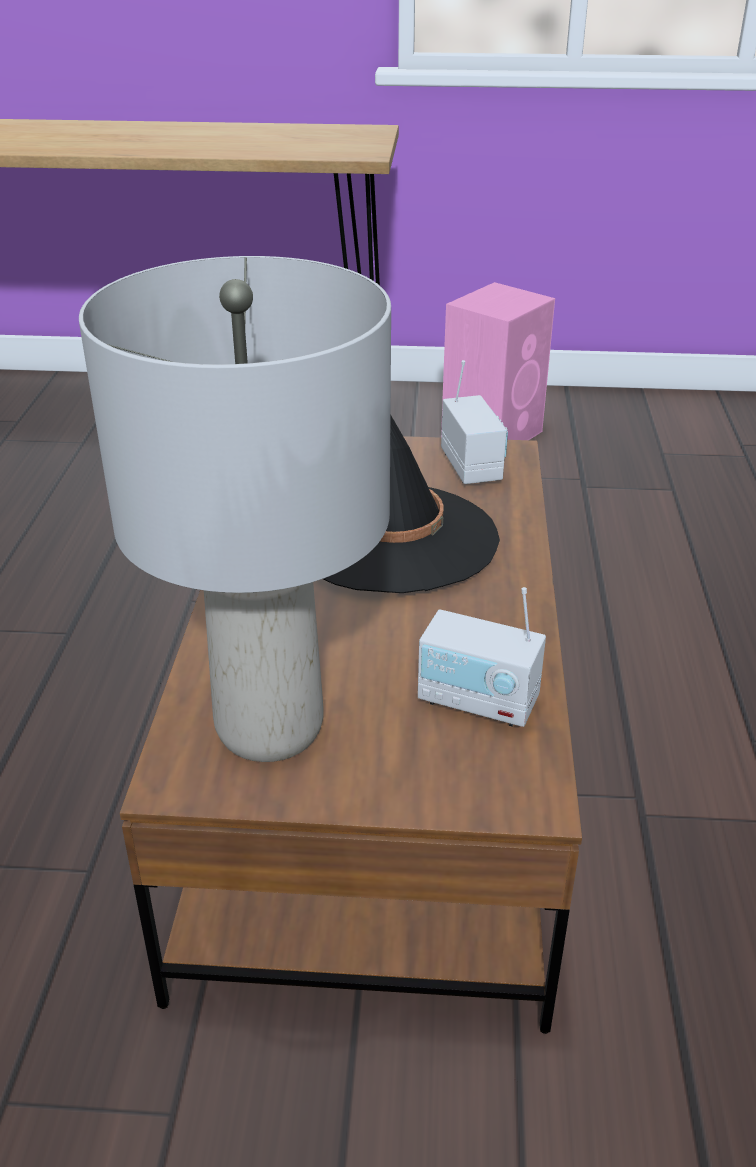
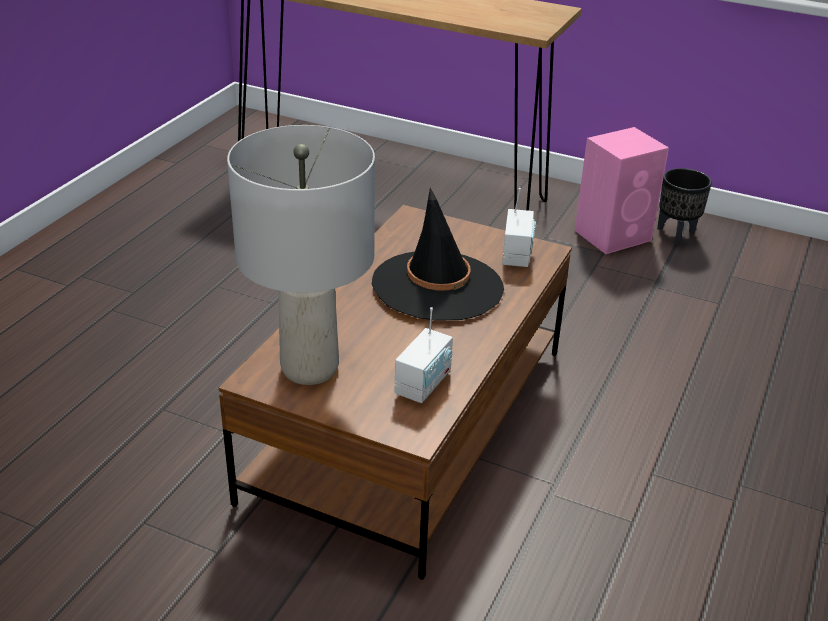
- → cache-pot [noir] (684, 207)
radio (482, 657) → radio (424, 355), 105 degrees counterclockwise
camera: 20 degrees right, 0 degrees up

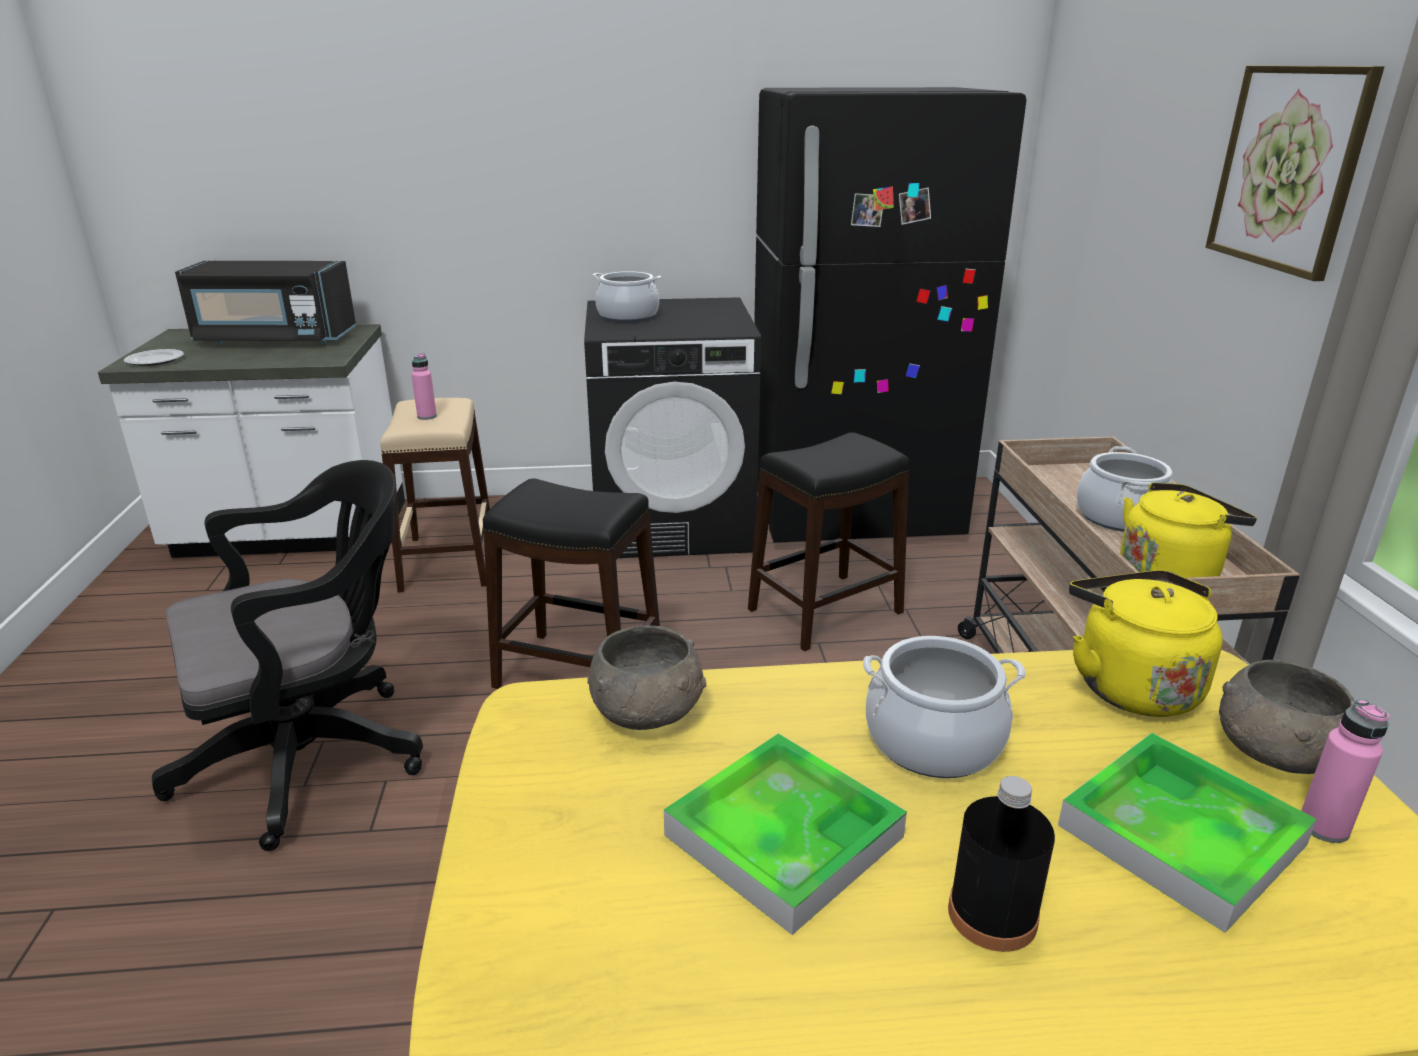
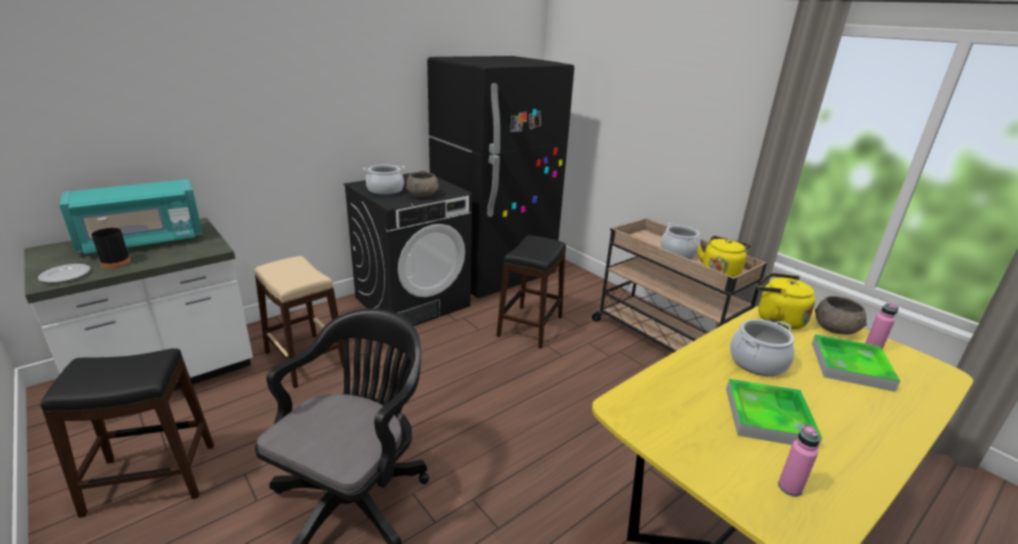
tableau (1295, 173) → -
bouteille [rose] (424, 386) → bouteille [rose] (799, 460), moved
tabouret [noir] (571, 584) → tabouret [noir] (127, 433), moved
bol [gris] (646, 677) → bol [gris] (422, 185), moved
bouteille [noir] (1001, 864) → bouteille [noir] (111, 242), moved
micro-ondes [noir] (265, 302) → micro-ondes [turquoise] (131, 216)
camera: 35 degrees left, 0 degrees up

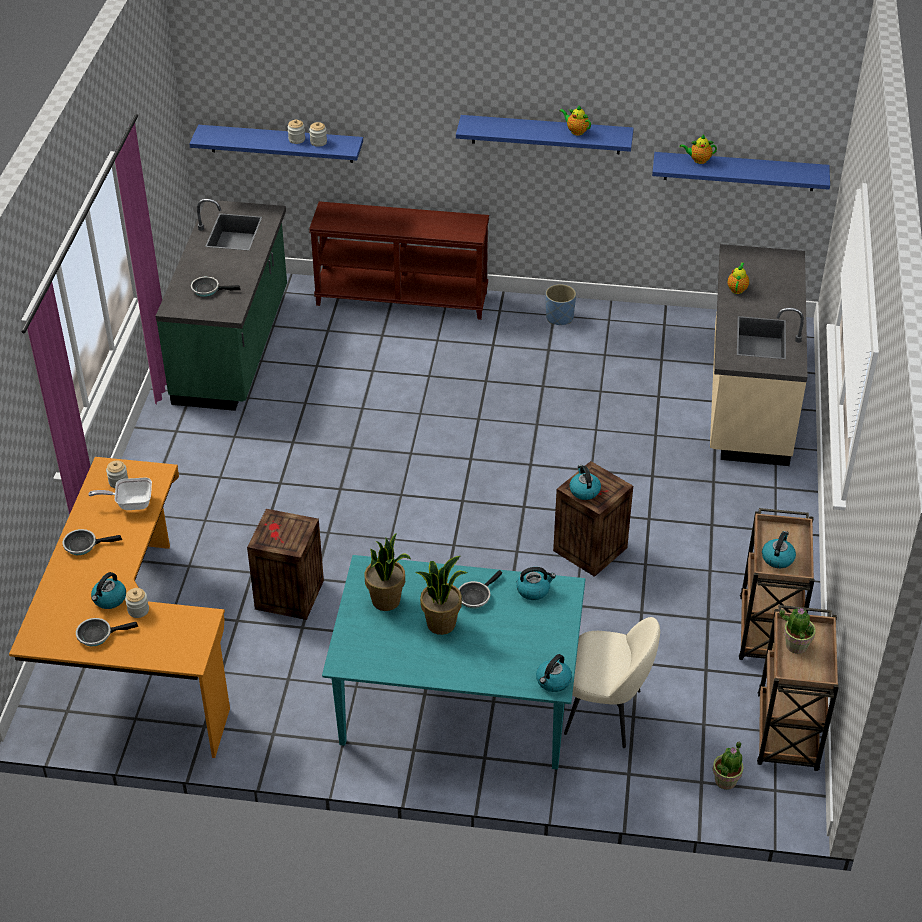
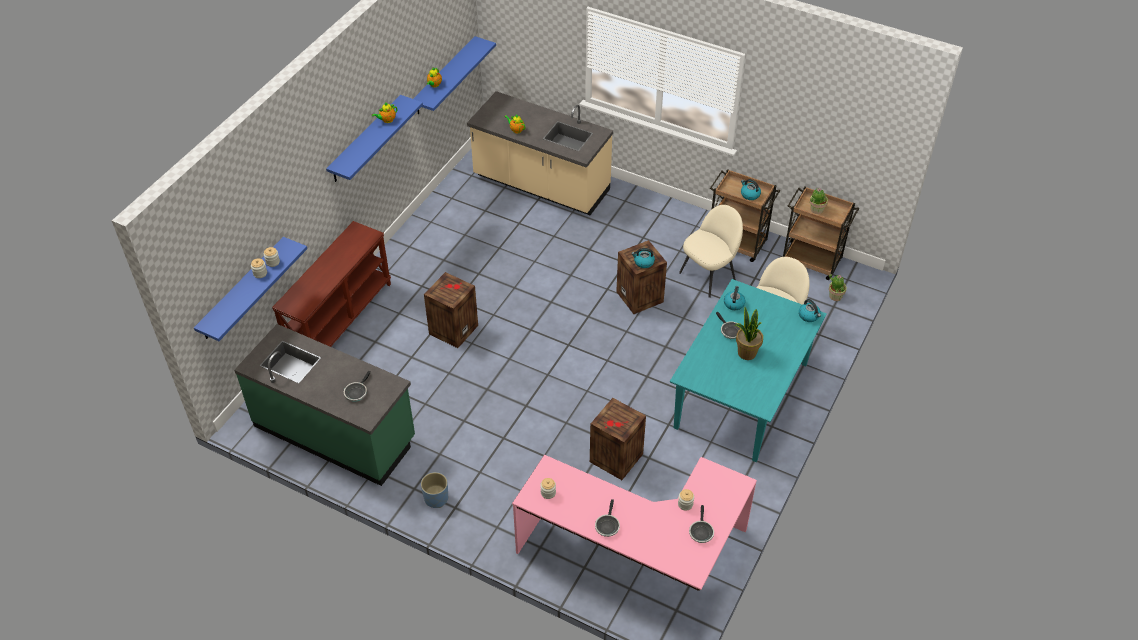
poêle (120, 494) → -
bouilloire (108, 590) → -
plante en pot (388, 572) → -
- → caisse (451, 310)
- → chaise [beige] (711, 251)
cache-pot [bleu] (561, 304) → cache-pot [bleu] (434, 490), moved
bureau [orange] (119, 607) → bureau [rose] (634, 523)
camera: 70 degrees left, 5 degrees up

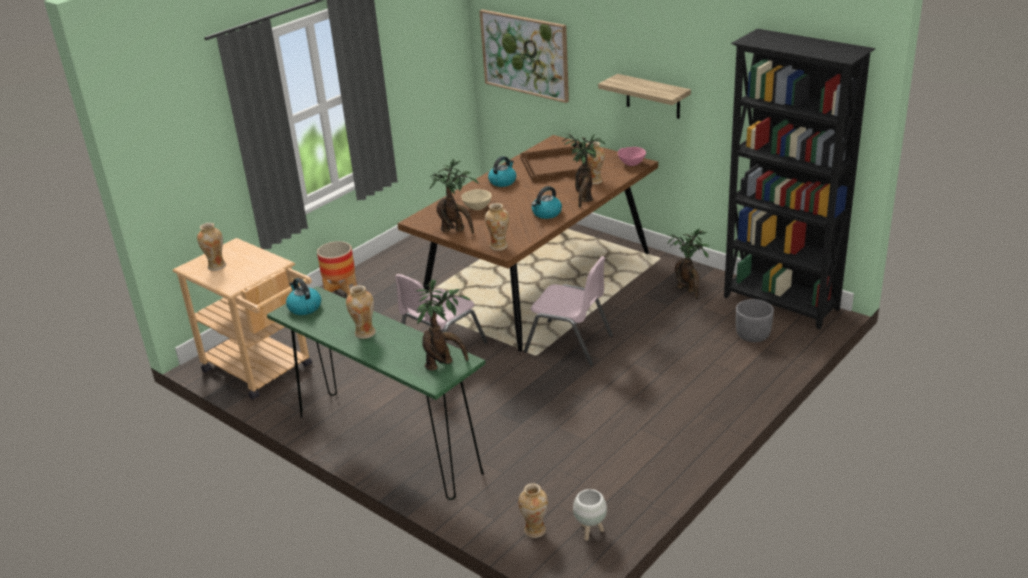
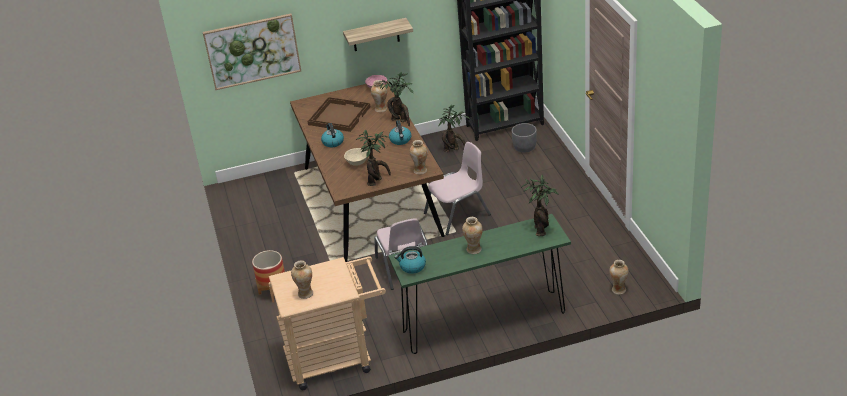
cache-pot [blanc] (590, 515) → -
camera: 55 degrees left, 5 degrees up

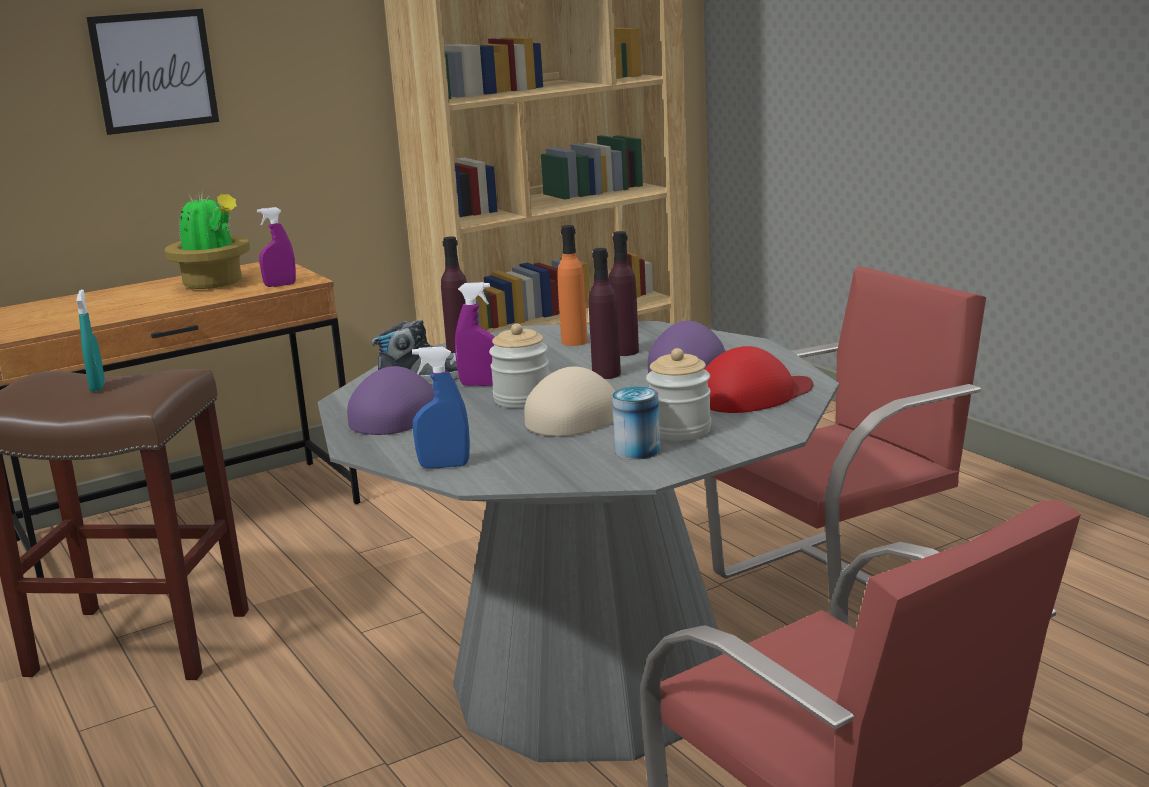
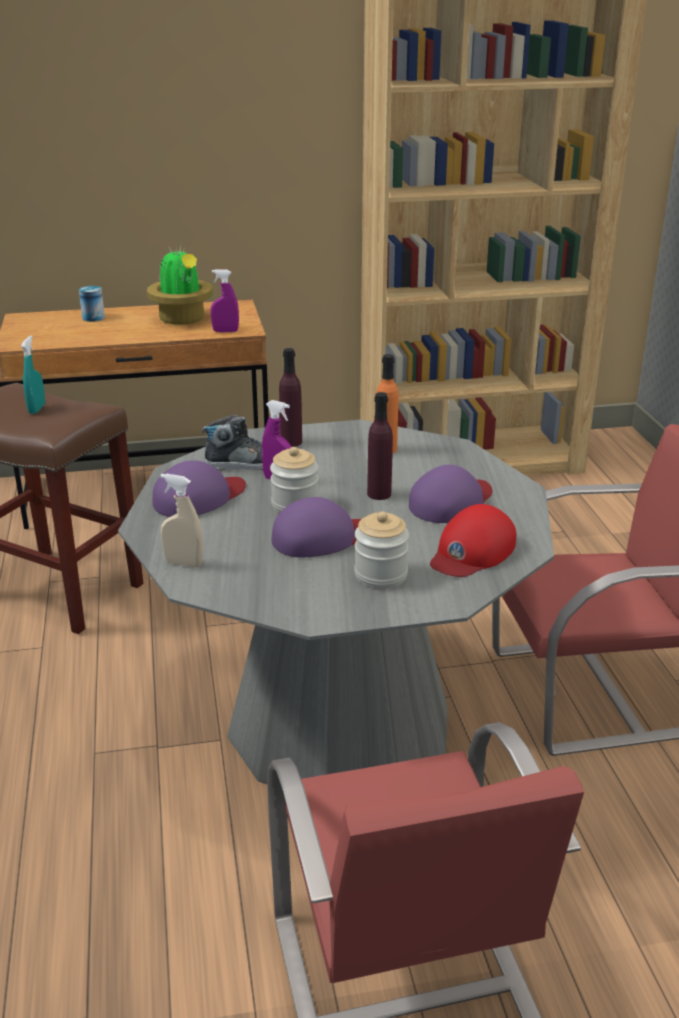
tableau (152, 72) → -
bouteille [violet] (624, 293) → -
boîte métallique (636, 423) → boîte métallique (92, 304), moved
vaporisateur [bleu] (441, 407) → vaporisateur [beige] (181, 520)
casquette [beige] (570, 401) → casquette [violet] (316, 527)
casquette [rouge] (759, 379) → casquette [rouge] (473, 540), 135 degrees clockwise
camera: 20 degrees right, 10 degrees up

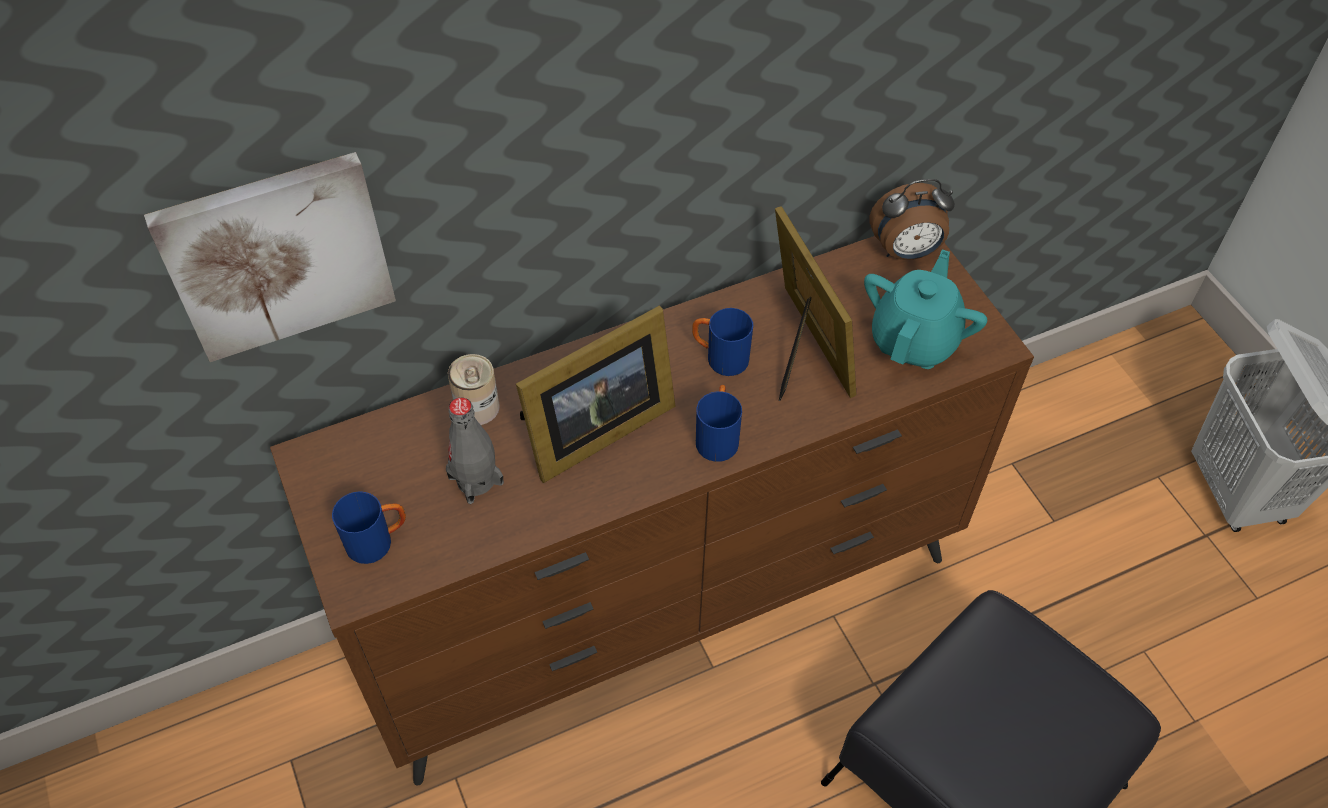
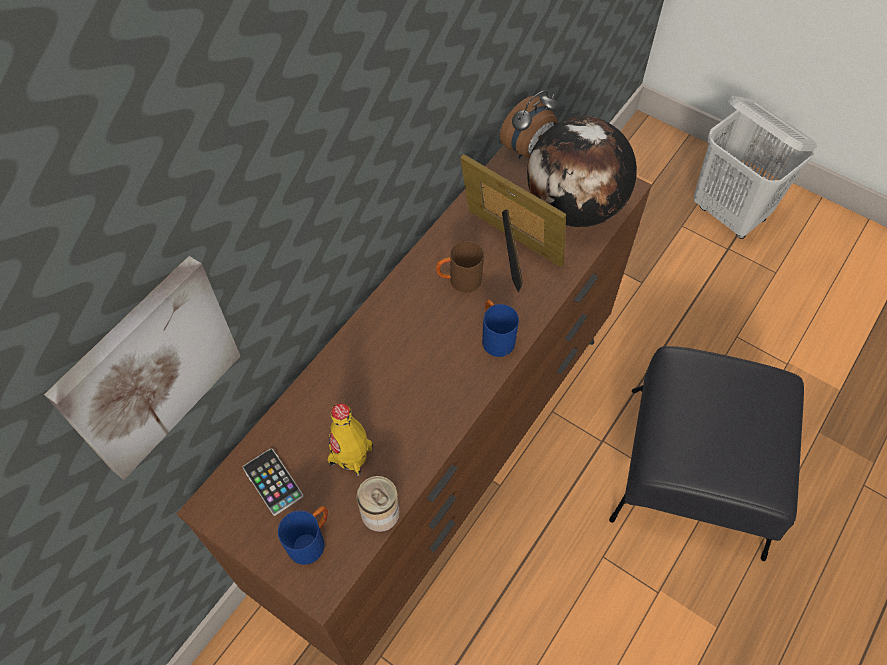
cadre photo (596, 394) → -
- → téléphone (273, 482)
boîte métallique (474, 389) → boîte métallique (378, 504), moved
théière [turquoise] (925, 309) → globe (582, 171)
bouteille [gris] (475, 451) → bouteille [jaune] (350, 439)
mug [bleu] (722, 342) → mug [marron] (460, 267)
camera: 30 degrees left, 5 degrees up

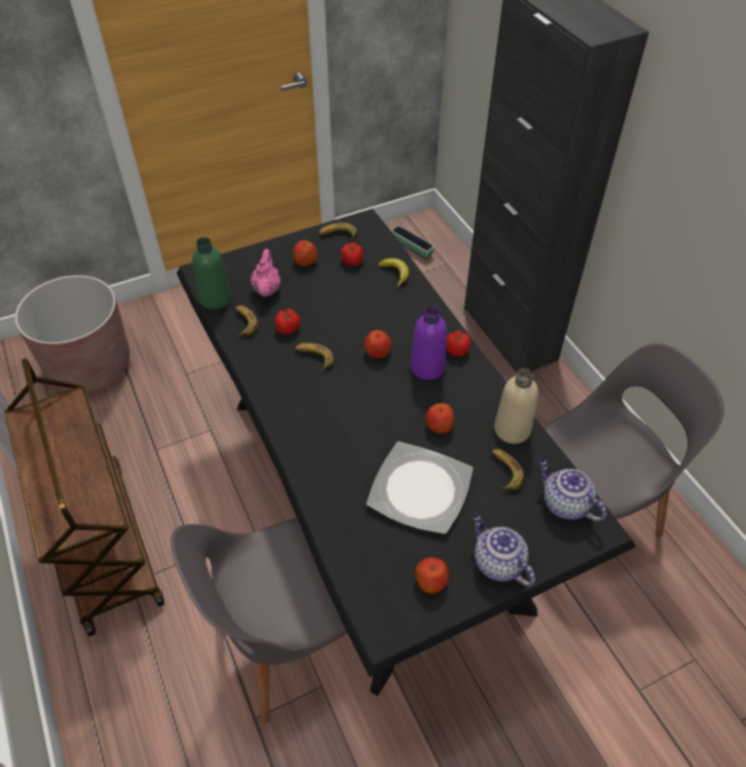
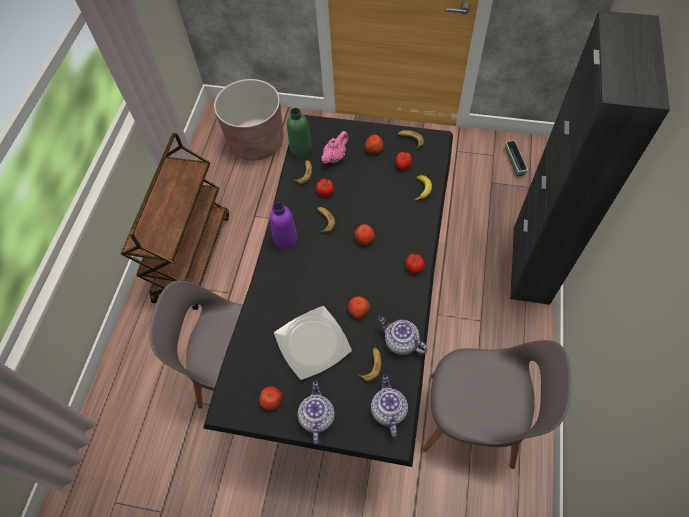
bouteille [violet] (429, 343) → bouteille [violet] (283, 225), moved
bouteille [beige] (516, 406) → théière (403, 336)
camera: 40 degrees right, 10 degrees up

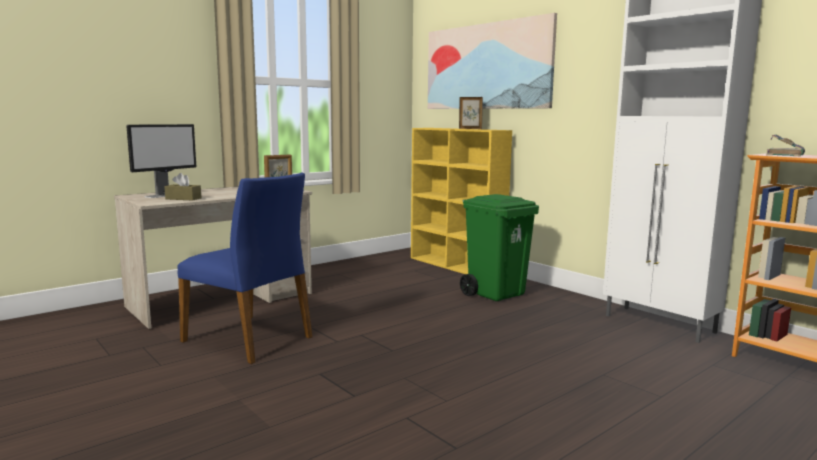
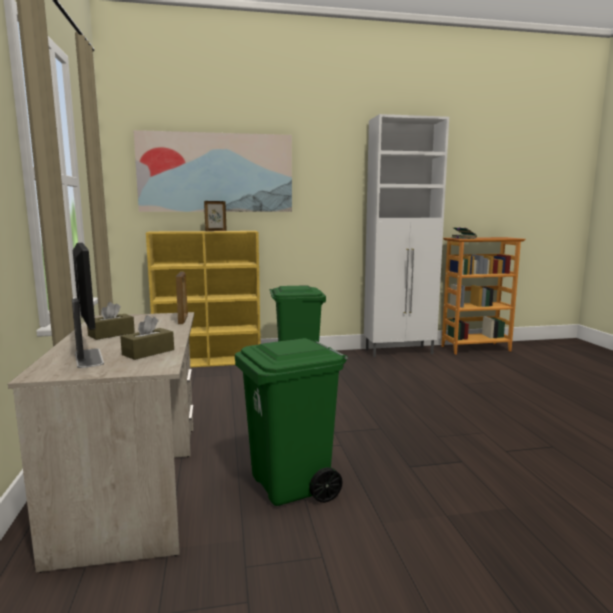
- → boîte à mouchoirs [marron] (111, 321)
chaise [bleu] (245, 268) → poubelle [vert] (291, 422)
camera: 60 degrees left, 0 degrees up

